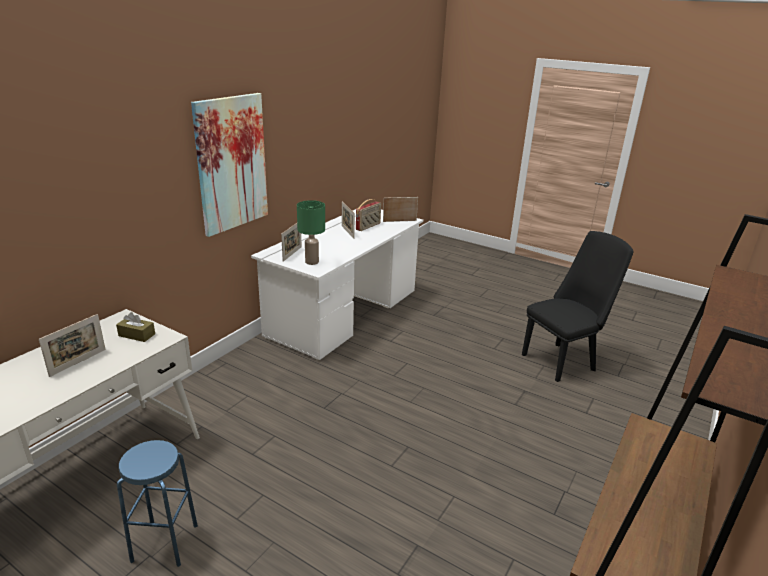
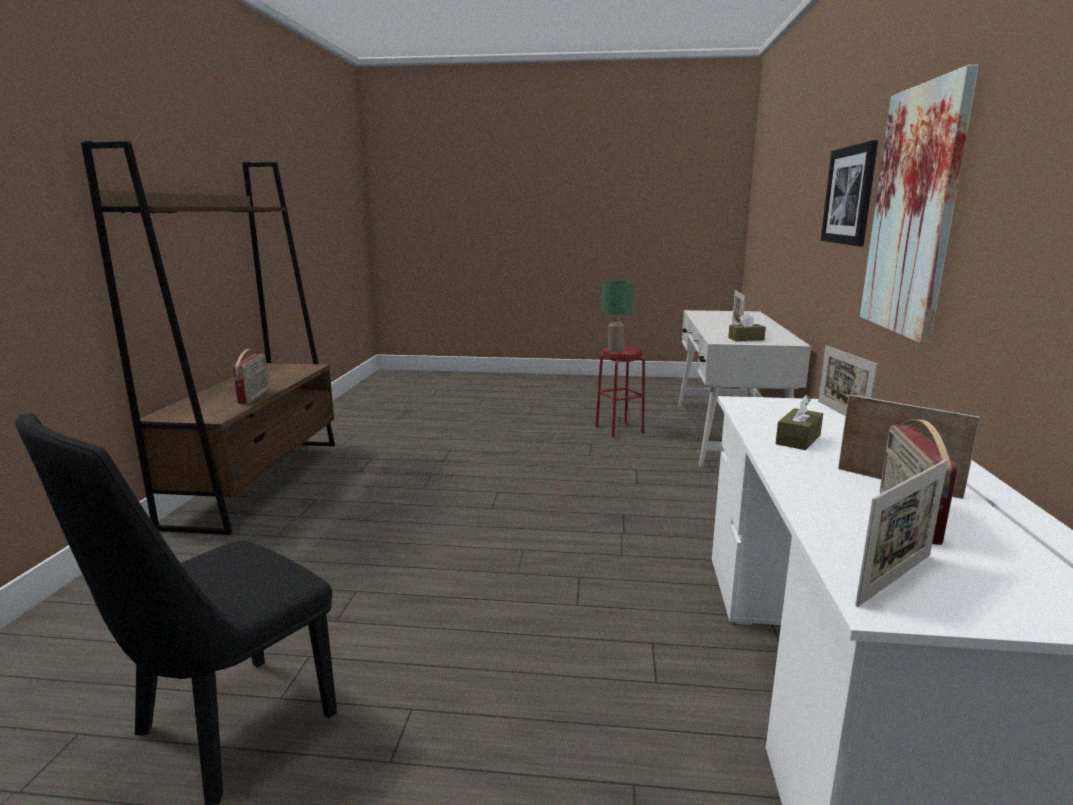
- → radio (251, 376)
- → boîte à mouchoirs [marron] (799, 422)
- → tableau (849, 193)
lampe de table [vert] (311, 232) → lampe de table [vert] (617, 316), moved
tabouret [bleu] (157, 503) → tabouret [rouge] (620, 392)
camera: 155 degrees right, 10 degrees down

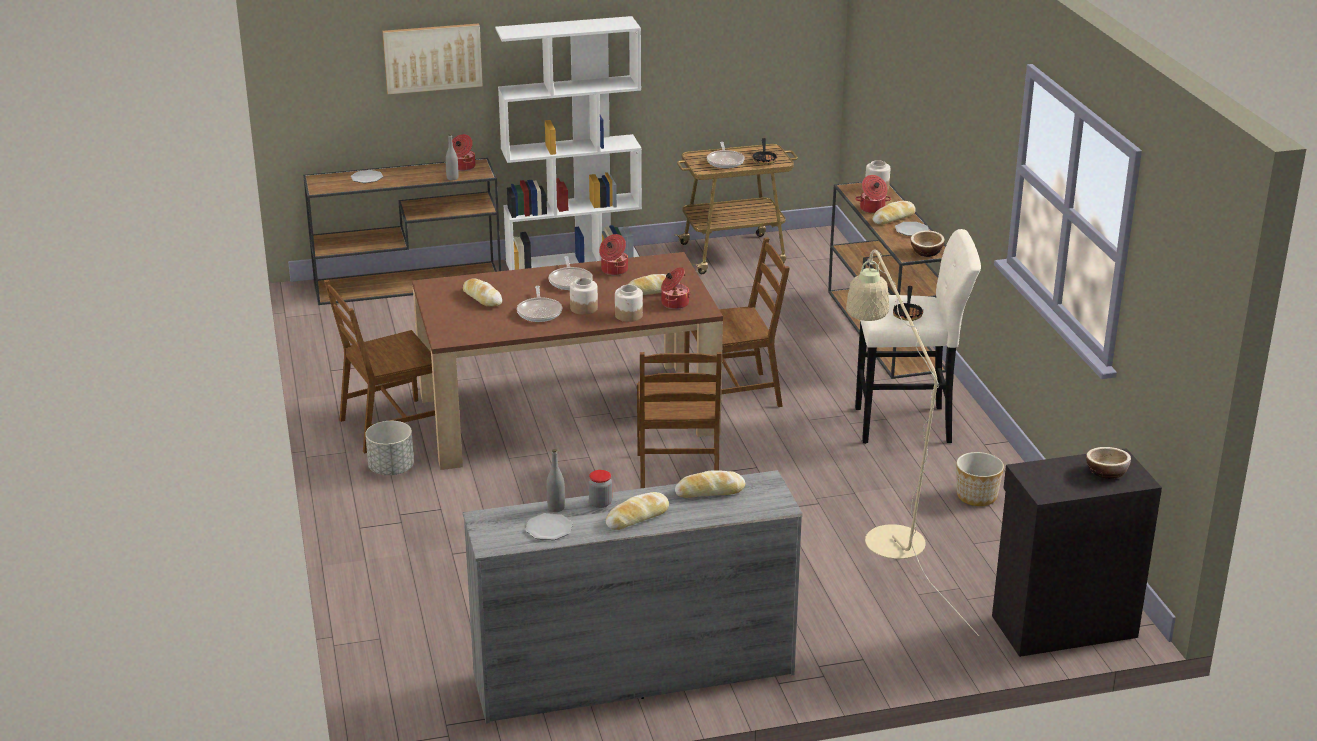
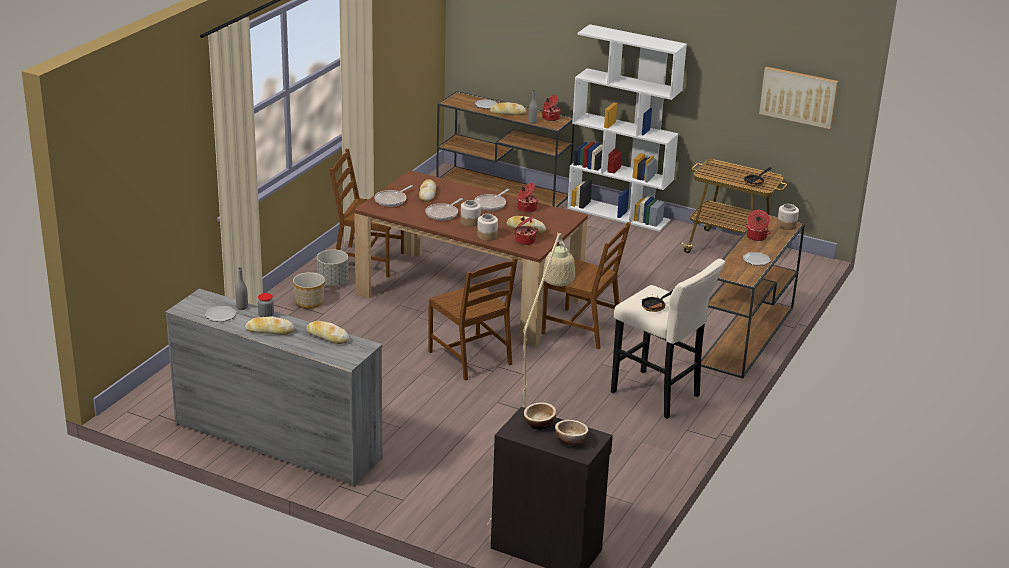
tableau (432, 59) → tableau (798, 98), moved
poêle (726, 155) → poêle (393, 196), moved
pain (894, 213) → pain (508, 108), moved
bol (927, 243) → bol (540, 416), moved
cache-pot (980, 479) → cache-pot (309, 290), moved
chaise [marron] (679, 420) → chaise [marron] (473, 319), 75 degrees counterclockwise
camera: 40 degrees right, 0 degrees up

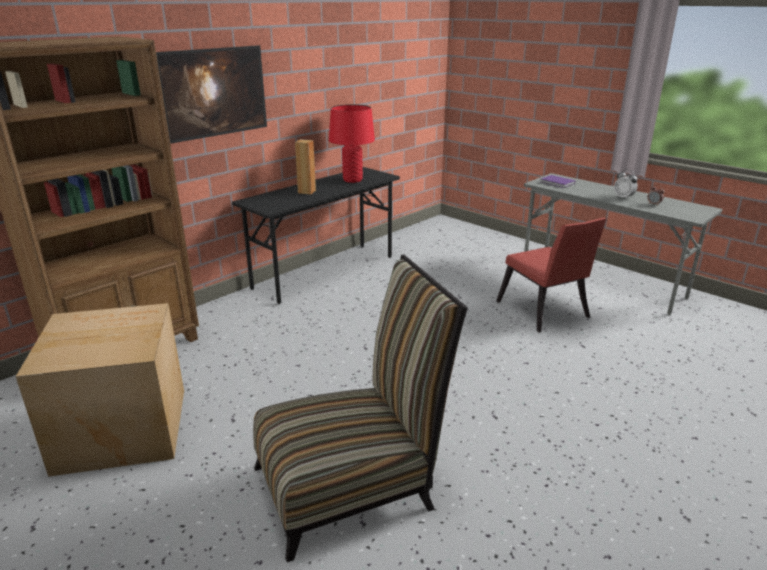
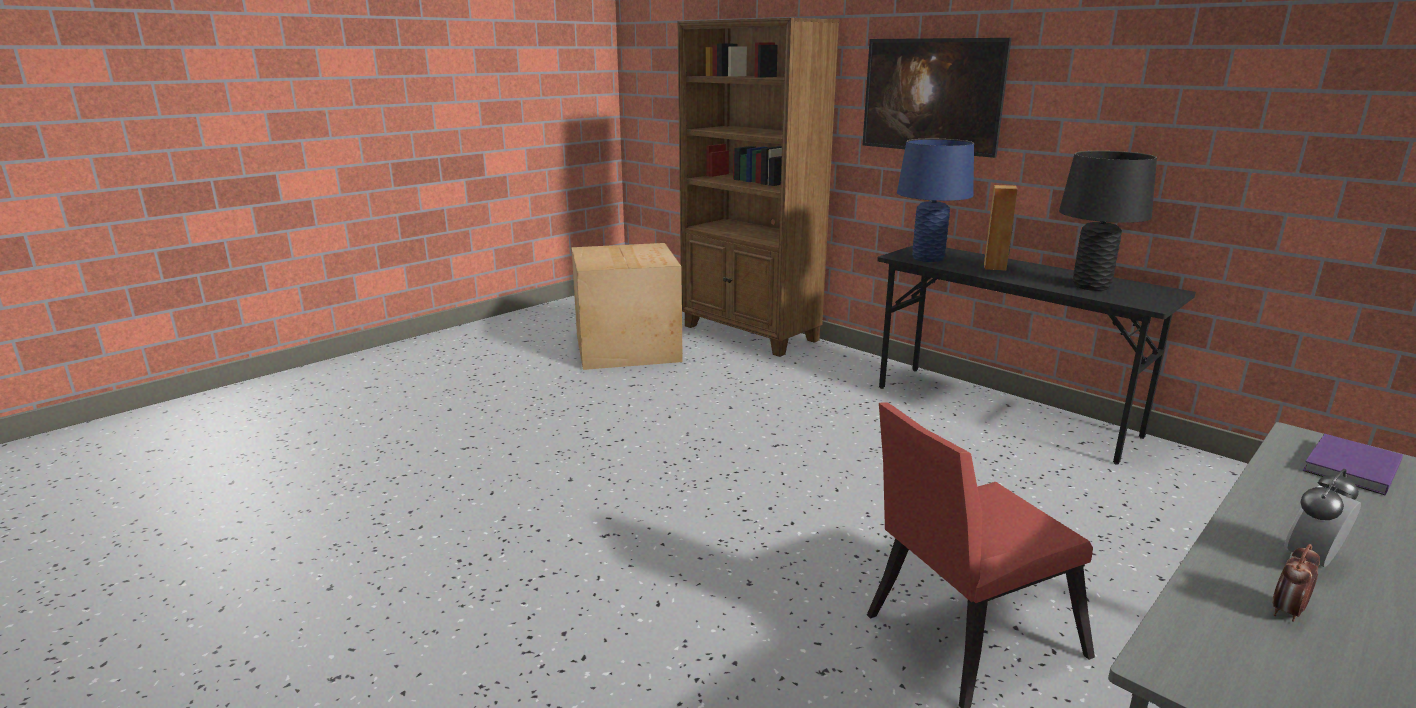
chaise (360, 408) → -
- → lampe de table [bleu] (935, 200)
lampe de table [rouge] (352, 143) → lampe de table [noir] (1108, 221)
camera: 90 degrees right, 5 degrees down

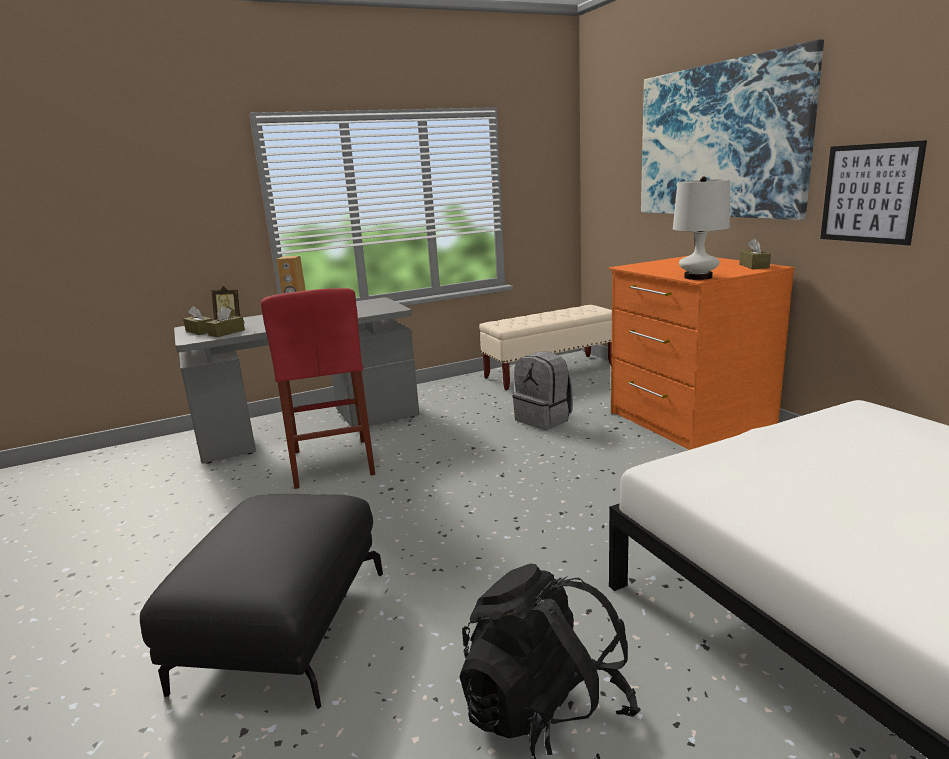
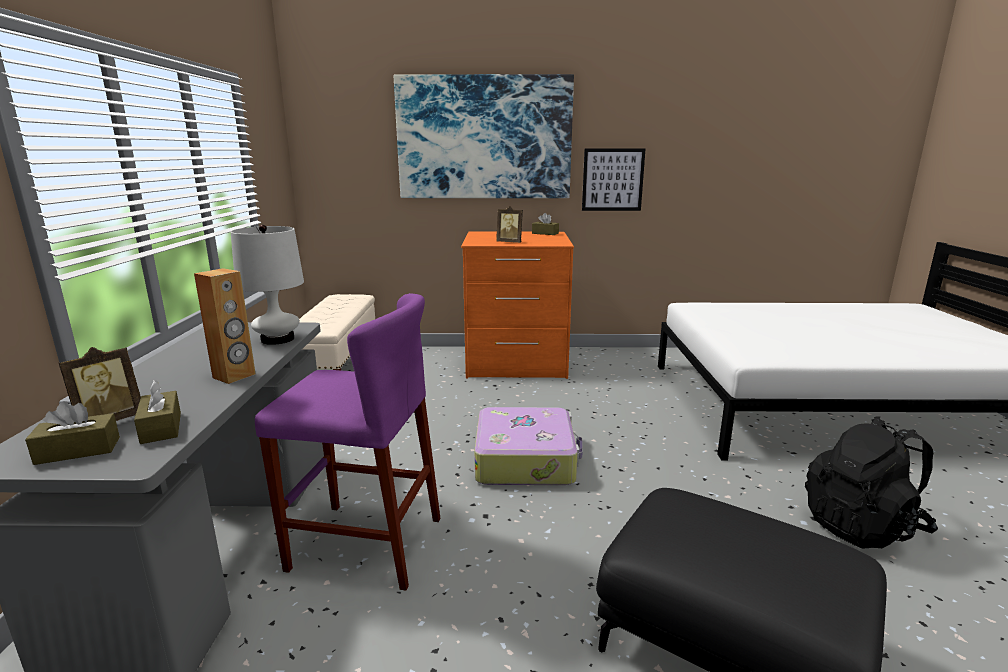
sac à dos [gris] (543, 391) → -
- → valise (529, 446)
- → cadre photo (509, 224)
lampe de table [blanc] (701, 228) → lampe de table [blanc] (267, 285), moved
tabouret [rouge] (318, 388) → tabouret [violet] (348, 442)
camera: 65 degrees left, 0 degrees up

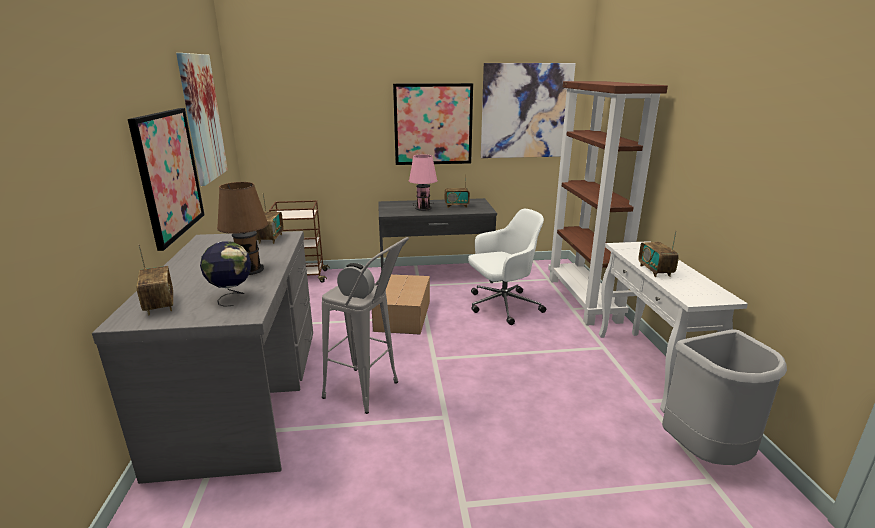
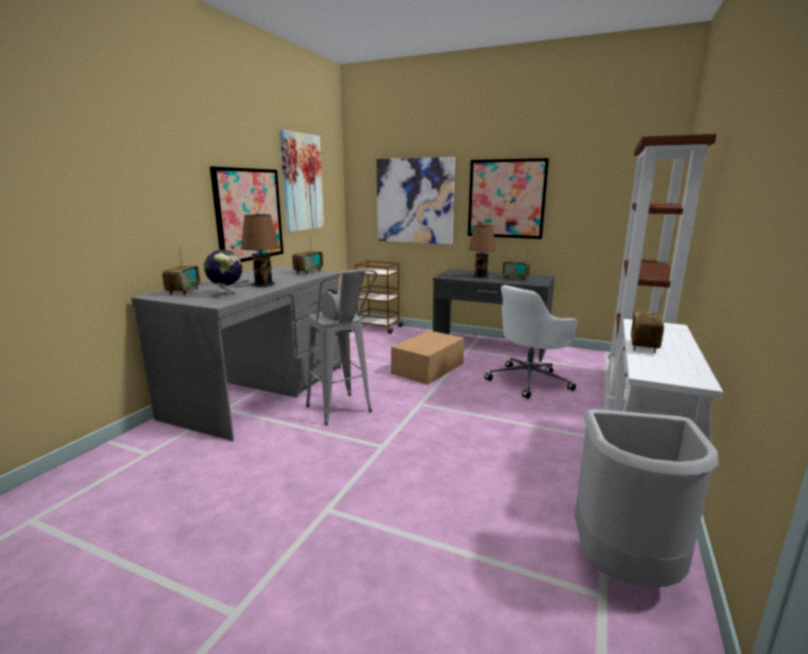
tableau (528, 110) → tableau (415, 200), moved
lampe de table [rose] (423, 182) → lampe de table [marron] (482, 251)
chaise de bureau [blanc] (507, 267) → chaise de bureau [blanc] (531, 342), 135 degrees clockwise
camera: 30 degrees right, 5 degrees down

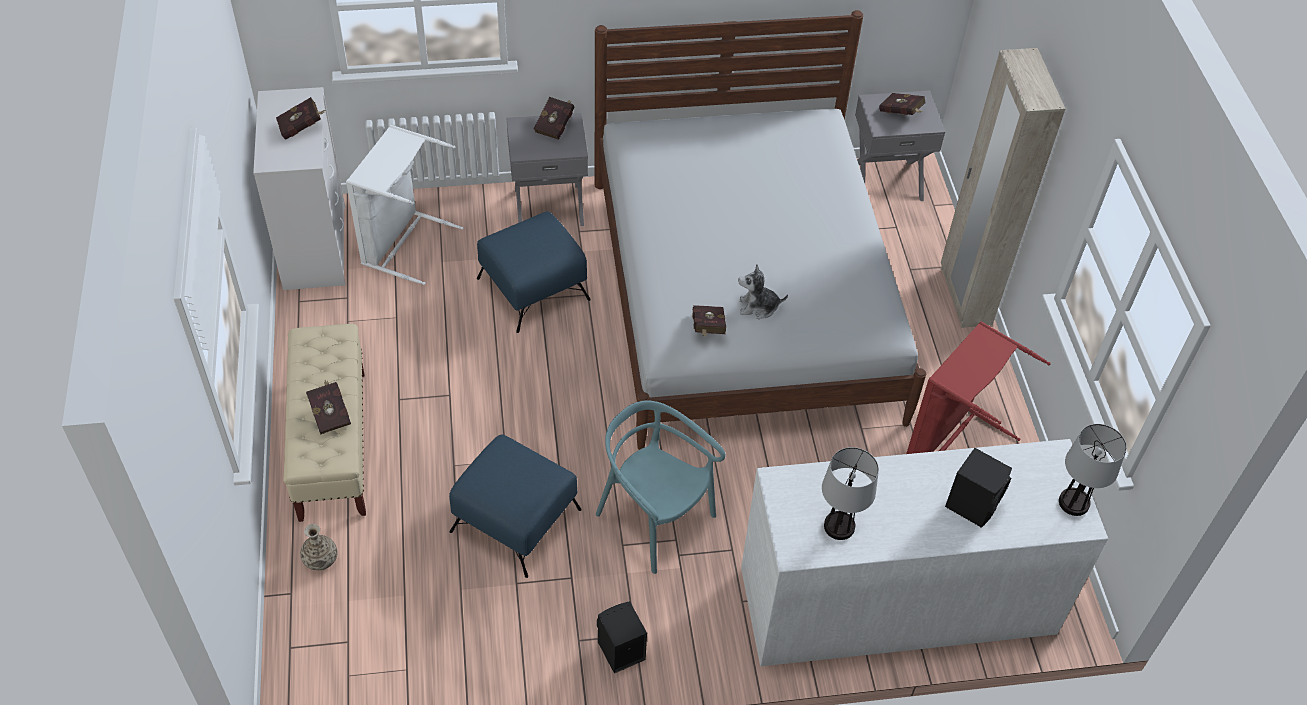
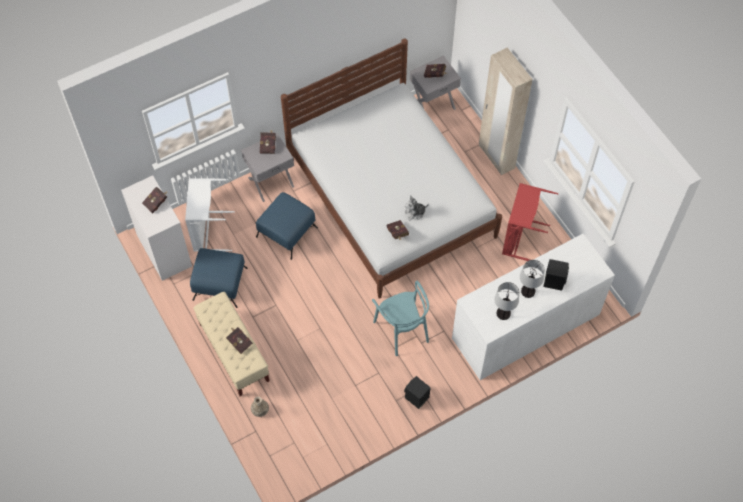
pouf [bleu] (515, 506) → pouf [bleu] (218, 278), moved
lampe de table (1093, 470) → lampe de table (532, 279), moved
chaise [turquoise] (661, 487) → chaise [turquoise] (400, 318), 135 degrees counterclockwise
camera: 20 degrees left, 10 degrees up

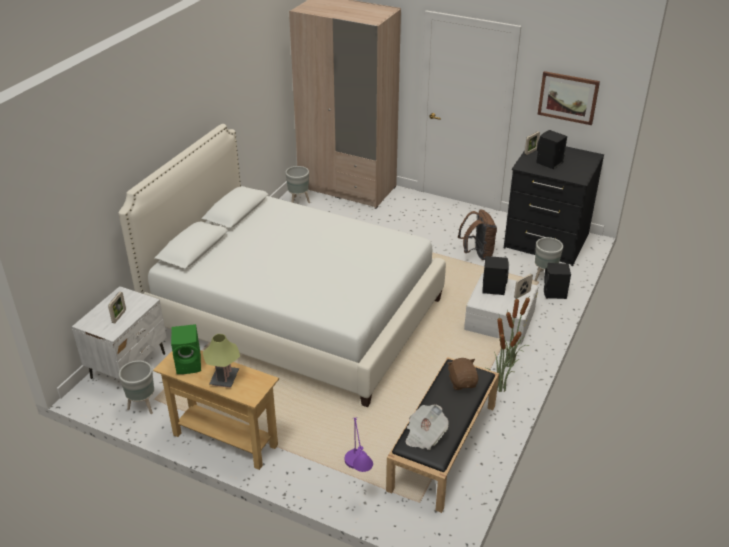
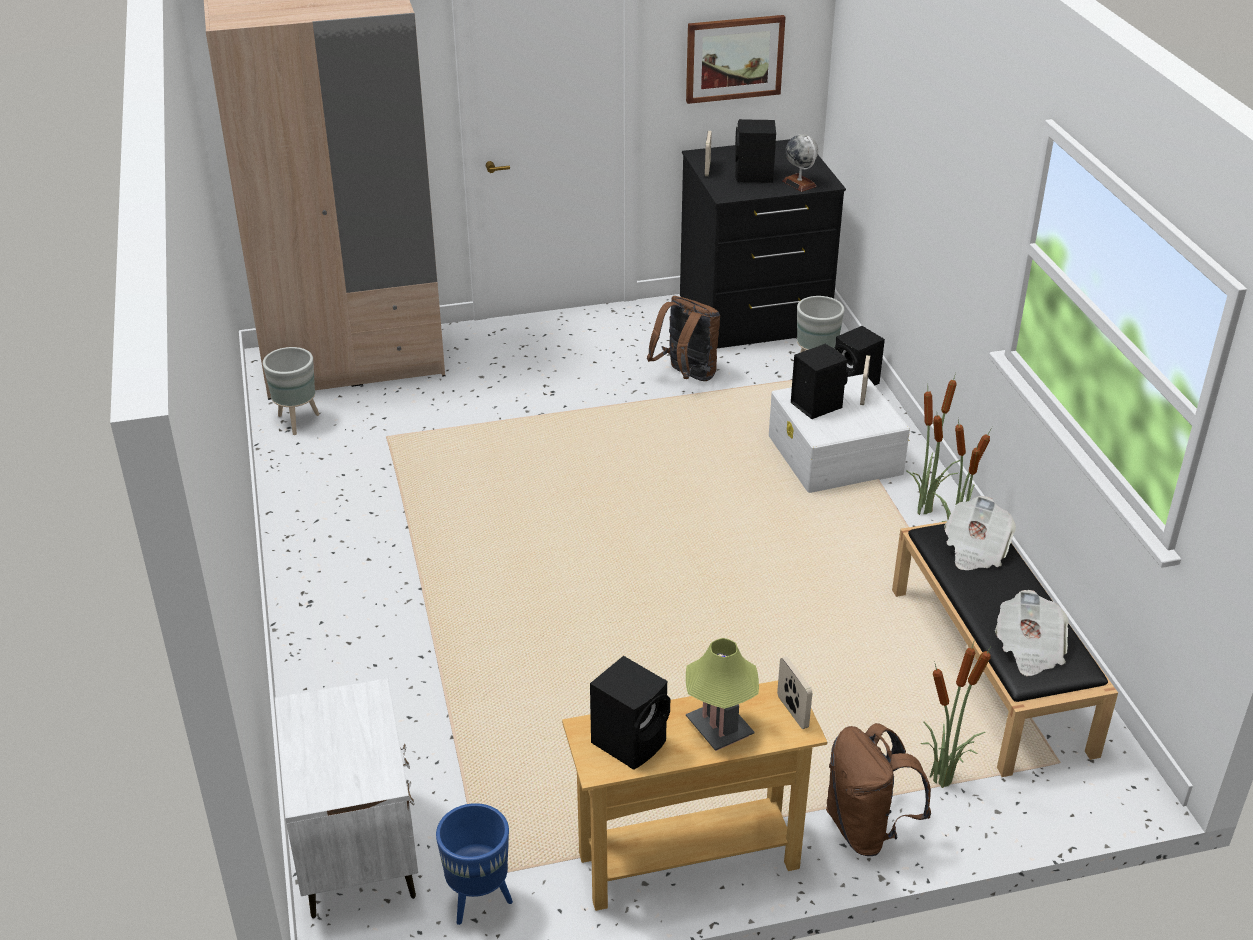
lit [blanc] (282, 265) → -
- → globe (800, 163)
- → sac à dos [marron] (878, 789)
cadre photo (117, 307) → cadre photo (794, 692), moved
lampe de table [violet] (359, 444) → plante en pot (956, 713)
peluche [marron] (462, 374) → journal (980, 533)
cache-pot [gris] (136, 387) → cache-pot [bleu] (474, 864)
enceinte [vert] (186, 349) → enceinte [noir] (630, 713)
camera: 40 degrees left, 0 degrees up

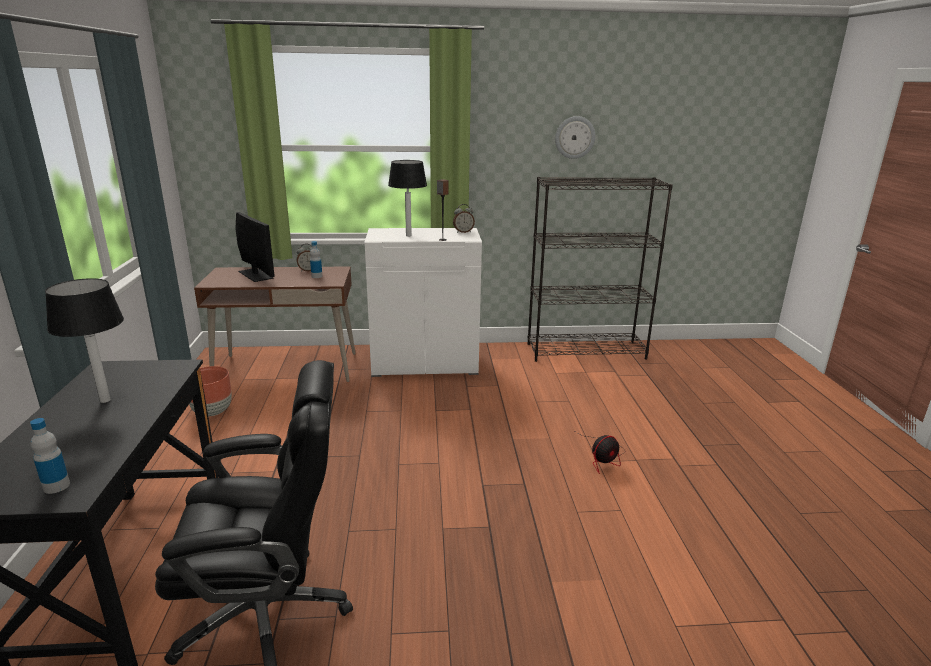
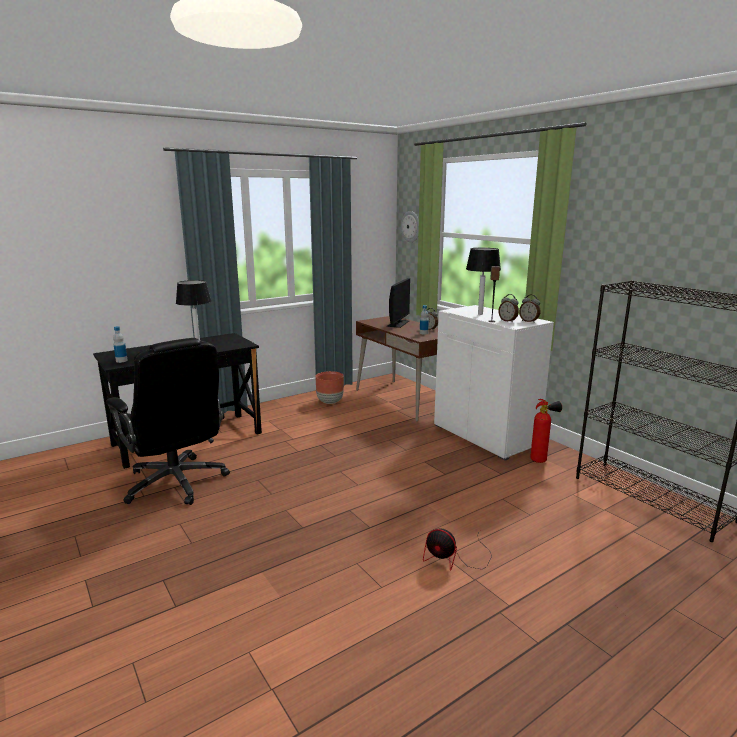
- → réveil (508, 308)
- → extincteur (546, 431)
horloge murale (575, 137) → horloge murale (410, 226), moved
camera: 60 degrees right, 5 degrees down

